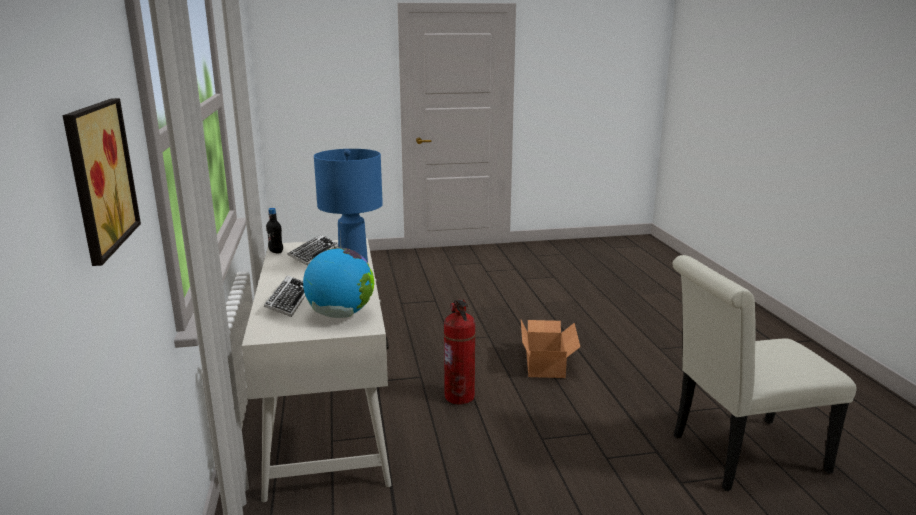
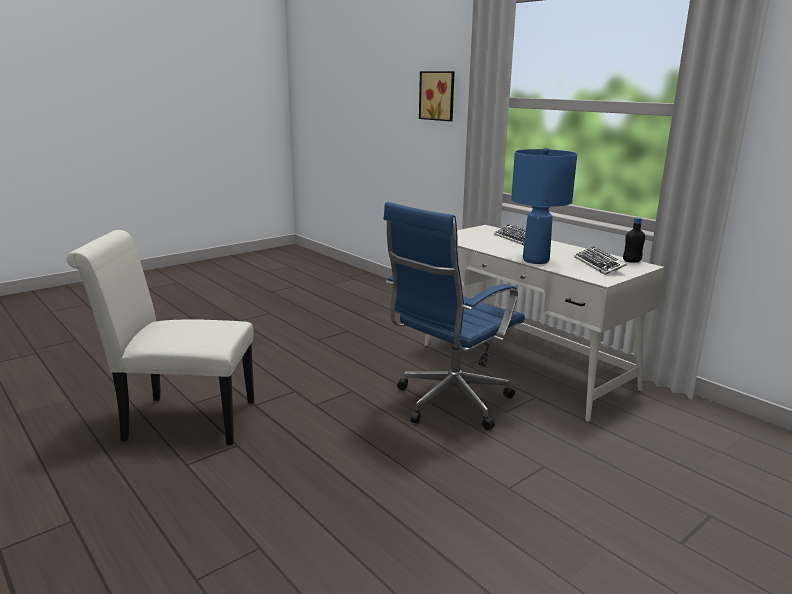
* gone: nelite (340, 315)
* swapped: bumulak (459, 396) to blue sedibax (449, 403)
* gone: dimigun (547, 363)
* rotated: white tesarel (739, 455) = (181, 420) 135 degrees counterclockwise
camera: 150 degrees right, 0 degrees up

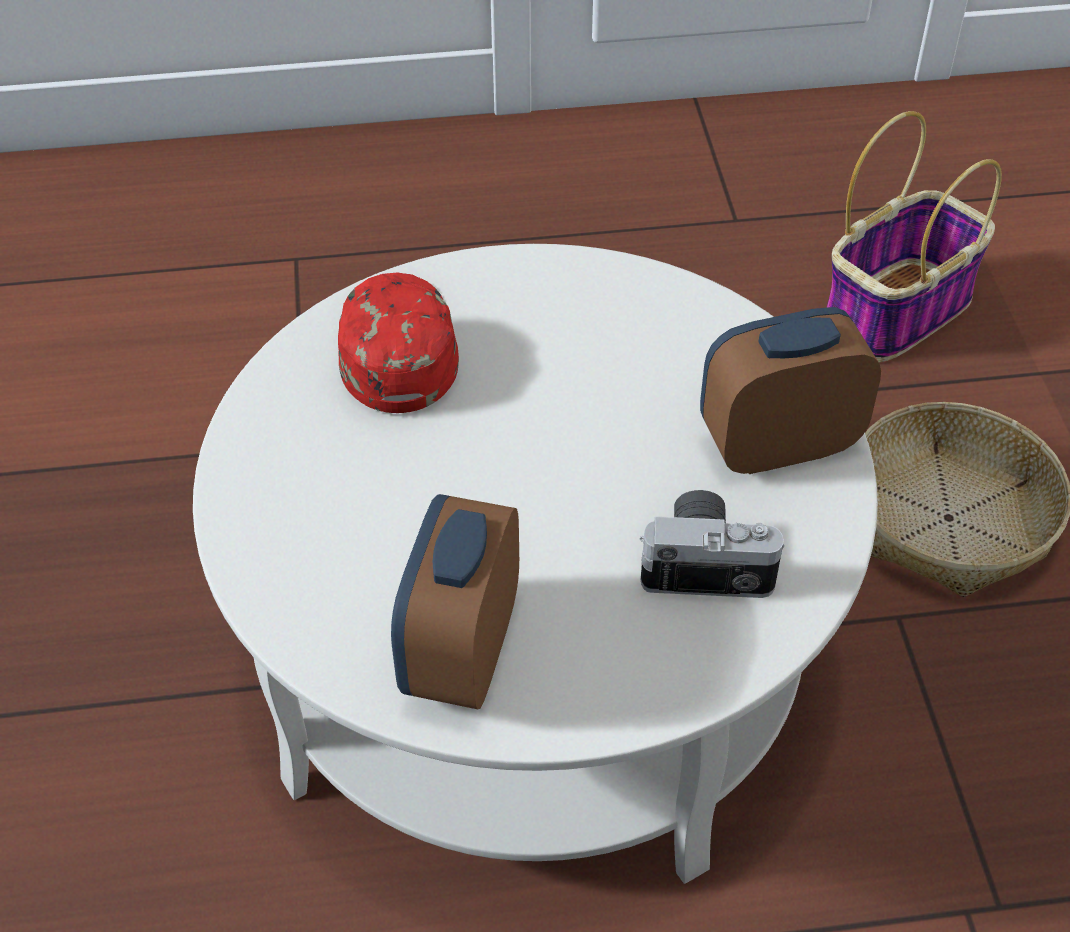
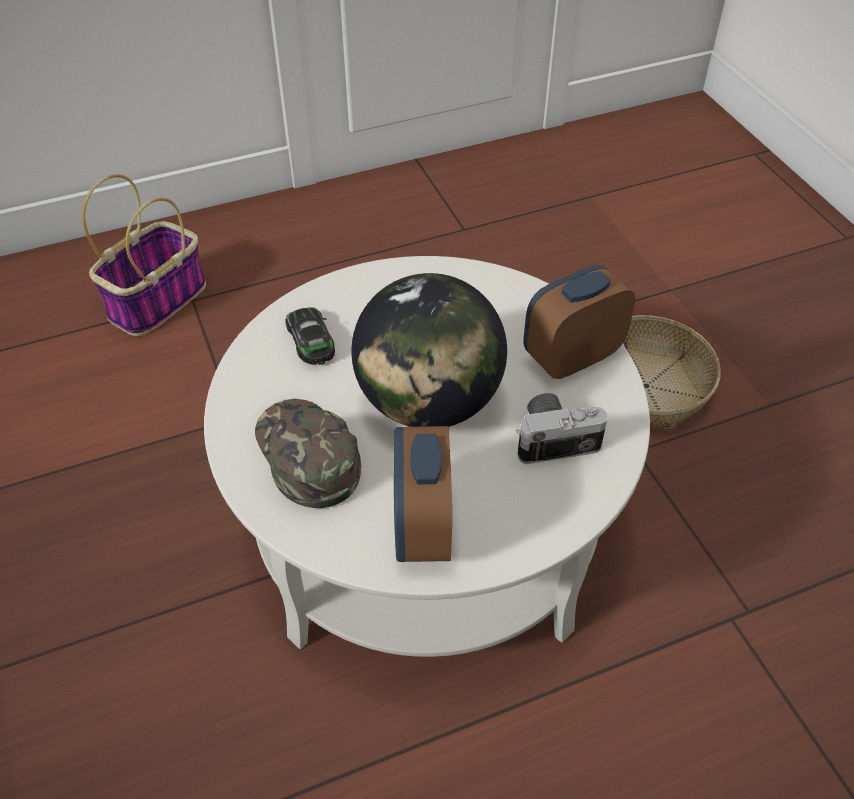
* swapped: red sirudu (395, 346) to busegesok (311, 340)
* shifted: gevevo (897, 310) to (158, 300)
* new: green sirudu (306, 455)
* new: nelite (429, 402)
camera: 15 degrees left, 0 degrees up

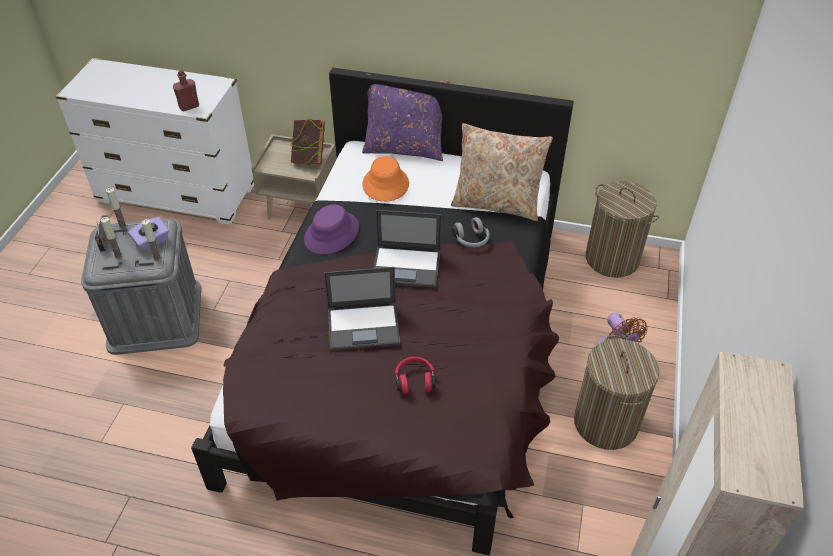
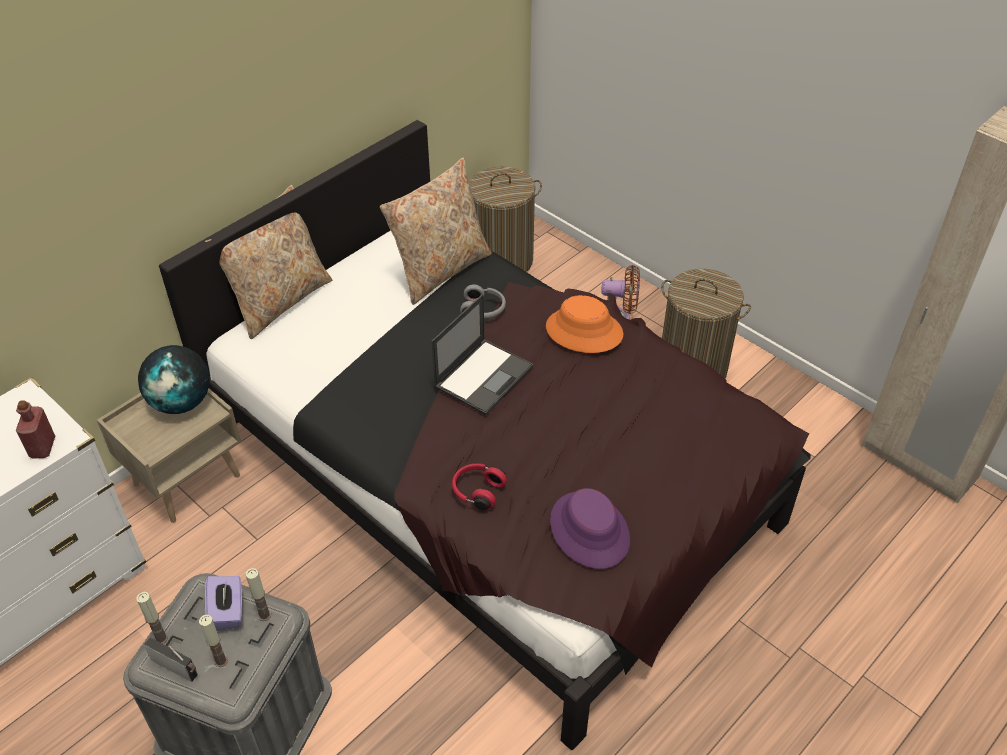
* swapped: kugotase (309, 158) to nelite (181, 402)
* shifted: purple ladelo (332, 234) to (590, 530)
* gone: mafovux (364, 326)
* repainted: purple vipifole (405, 148) to beige vipifole (279, 300)
* shifted: orange ladelo (385, 184) to (584, 331)
* shifted: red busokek (414, 380) to (477, 491)
camera: 60 degrees left, 0 degrees up

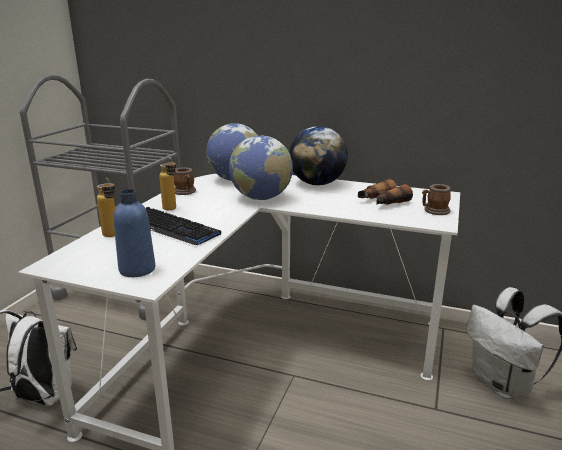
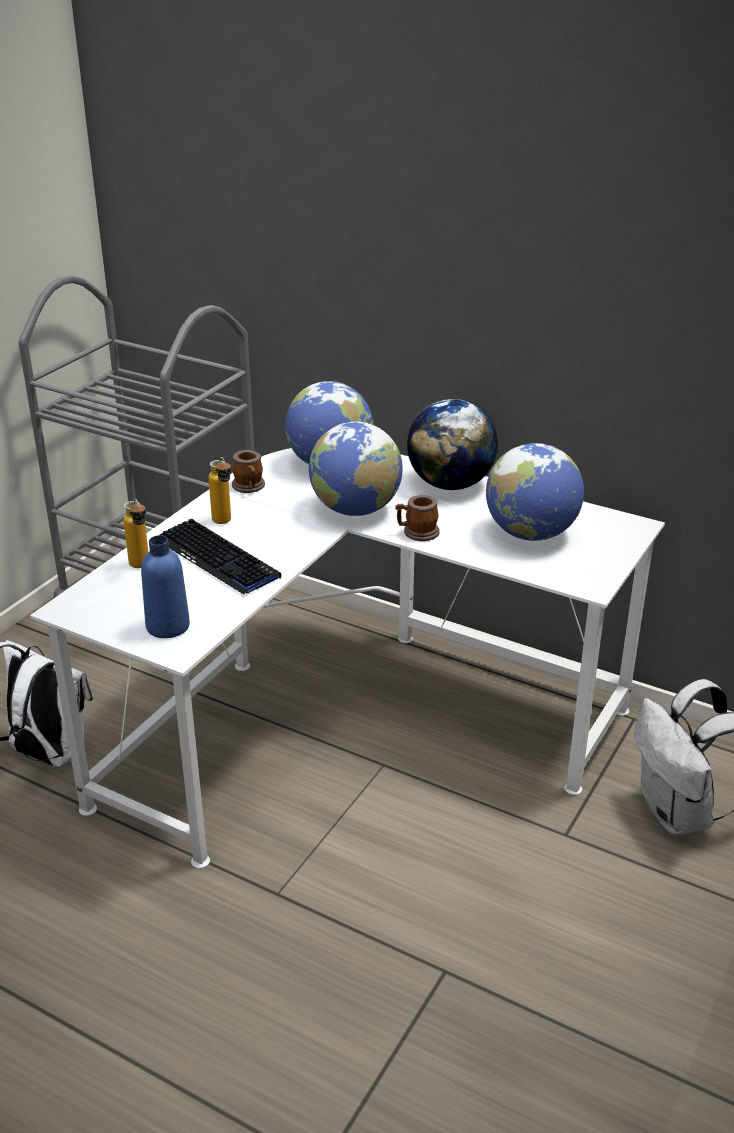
* swapped: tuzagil (382, 202) to nelite (531, 534)
* shifted: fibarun (434, 211) to (417, 532)
camera: 10 degrees right, 10 degrees up

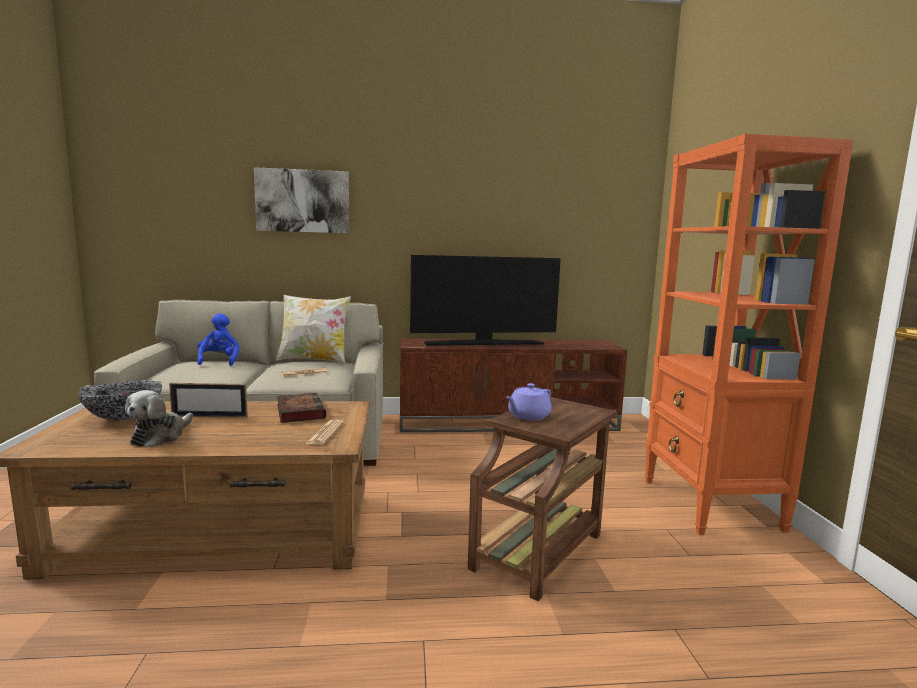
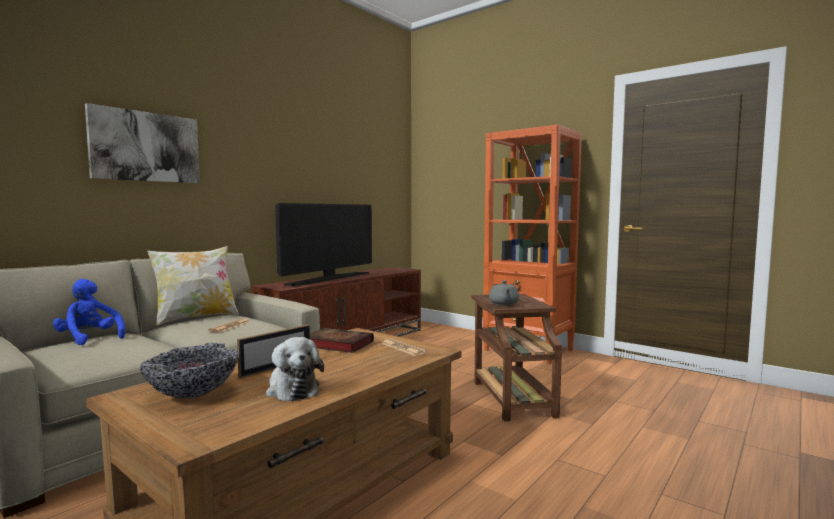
* repainted: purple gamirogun (528, 416) to grey gamirogun (503, 304)
camera: 45 degrees left, 5 degrees down

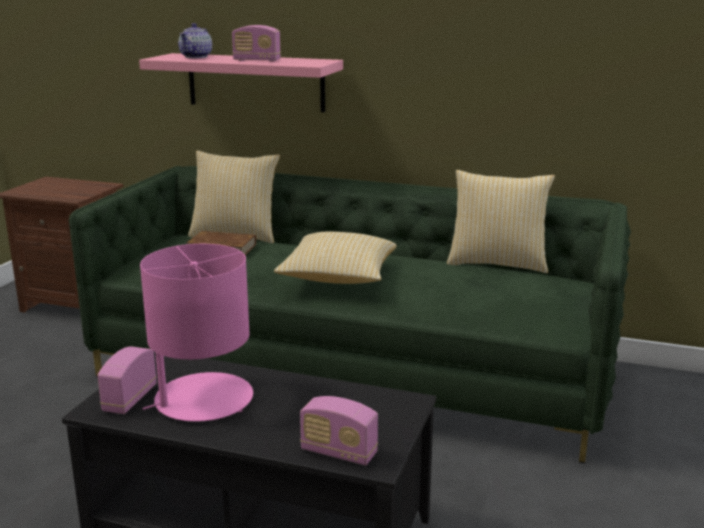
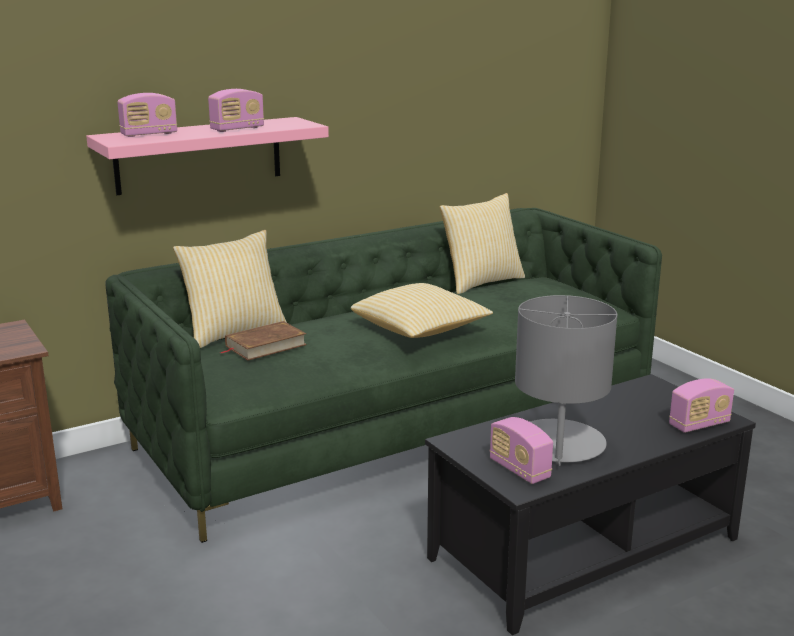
* repainted: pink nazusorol (202, 400) to grey nazusorol (558, 444)
* swapped: gamirogun (196, 56) to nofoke (149, 134)
camera: 50 degrees left, 0 degrees up

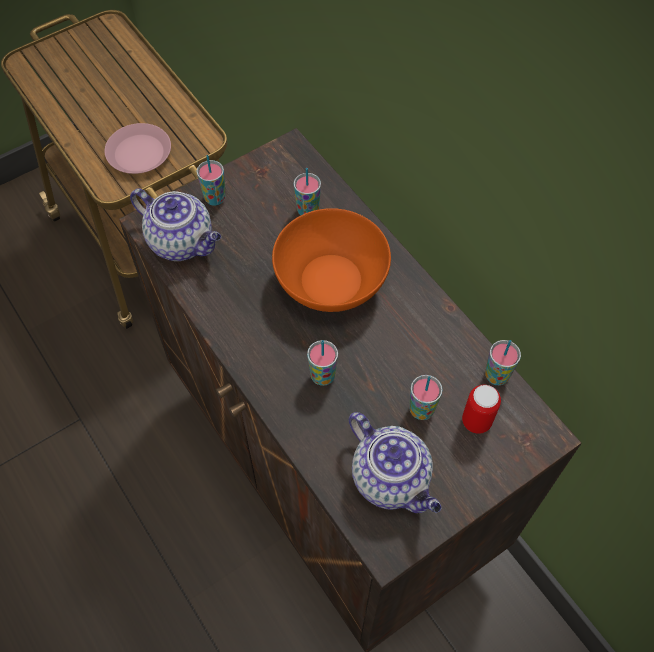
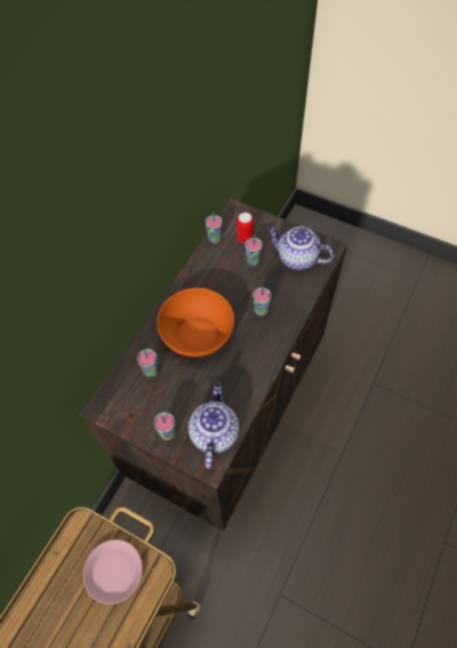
* rotated: gamirogun (392, 479) = (296, 258) 90 degrees counterclockwise
camera: 115 degrees left, 0 degrees up

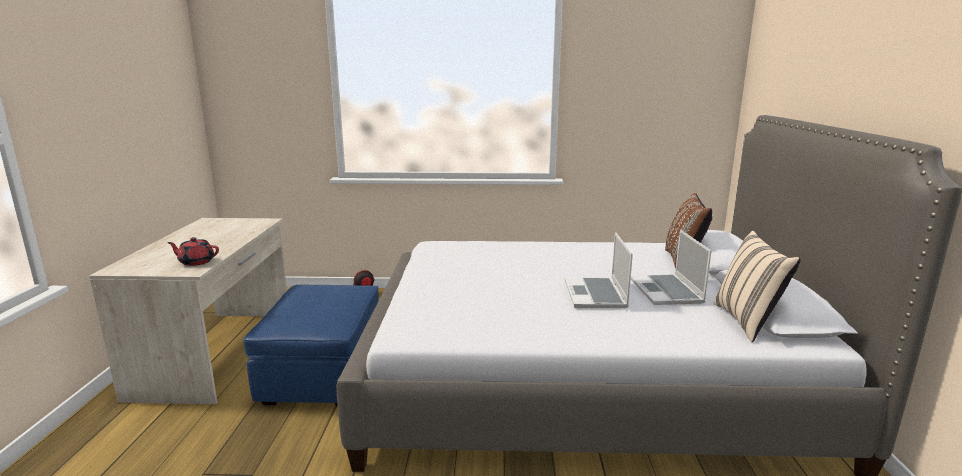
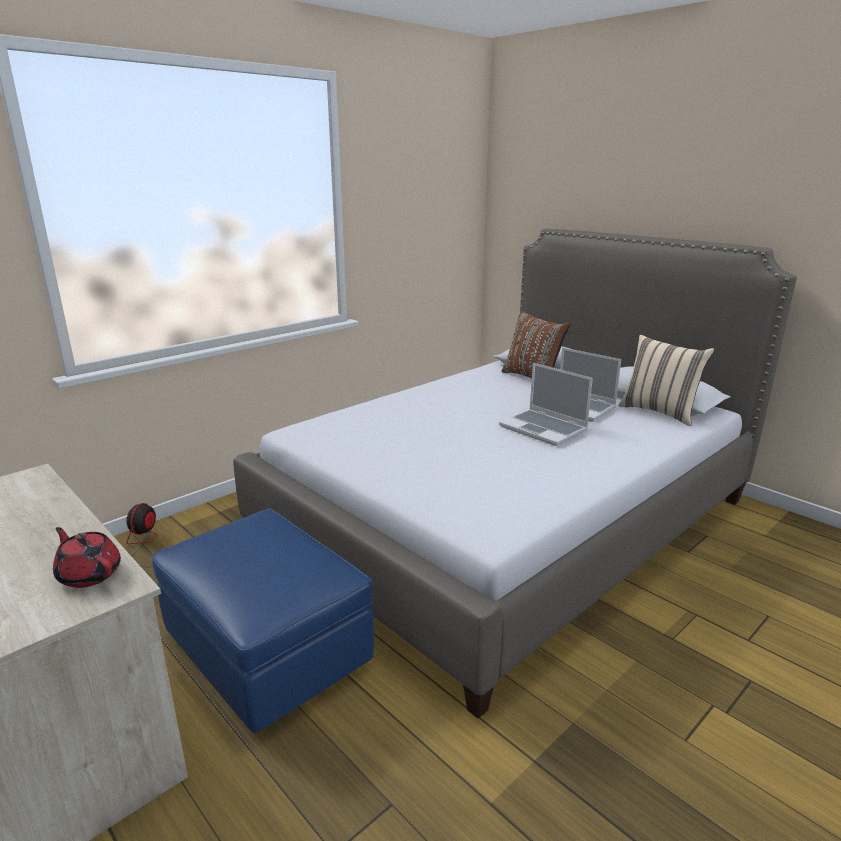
* rotated: red gamirogun (196, 262) = (89, 574) 75 degrees clockwise
camera: 45 degrees left, 5 degrees up

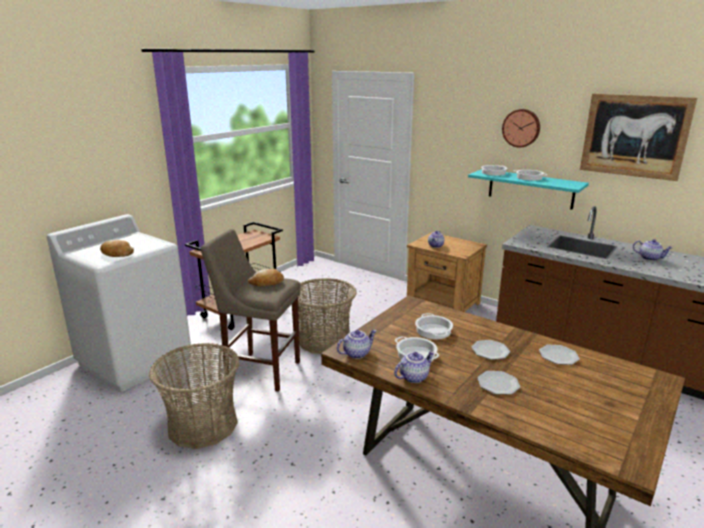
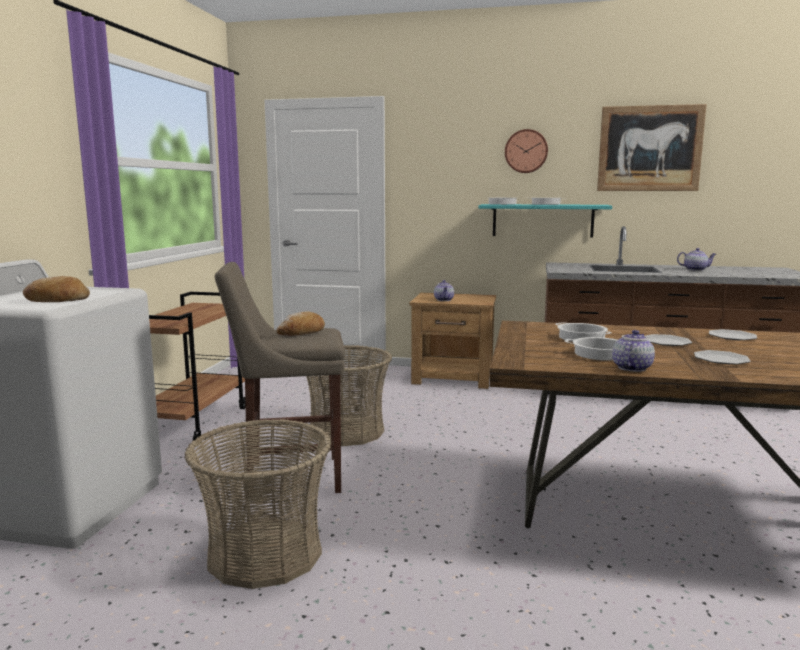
* gone: gamirogun (356, 353)
camera: 25 degrees left, 10 degrees down

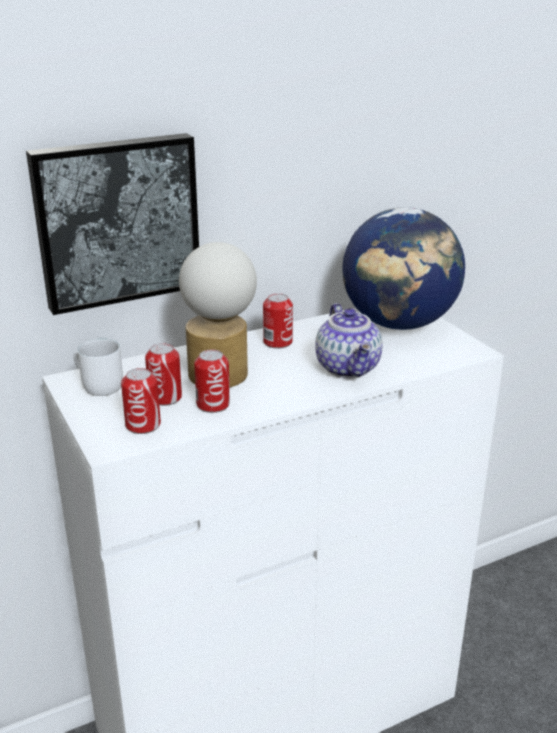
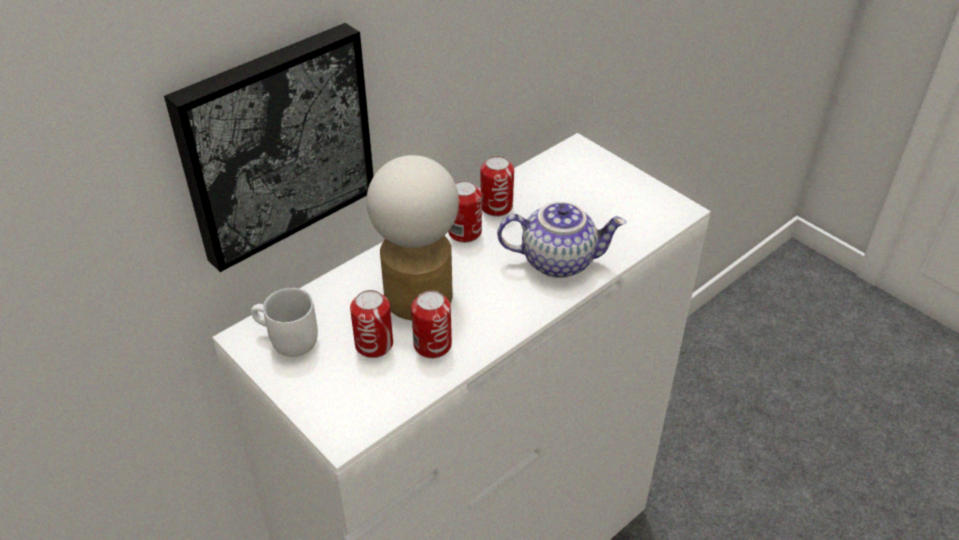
* shifted: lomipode (143, 425) to (496, 206)
* rotated: gamirogun (349, 368) = (558, 260) 60 degrees counterclockwise
* gone: nelite (399, 324)
camera: 15 degrees left, 15 degrees up

